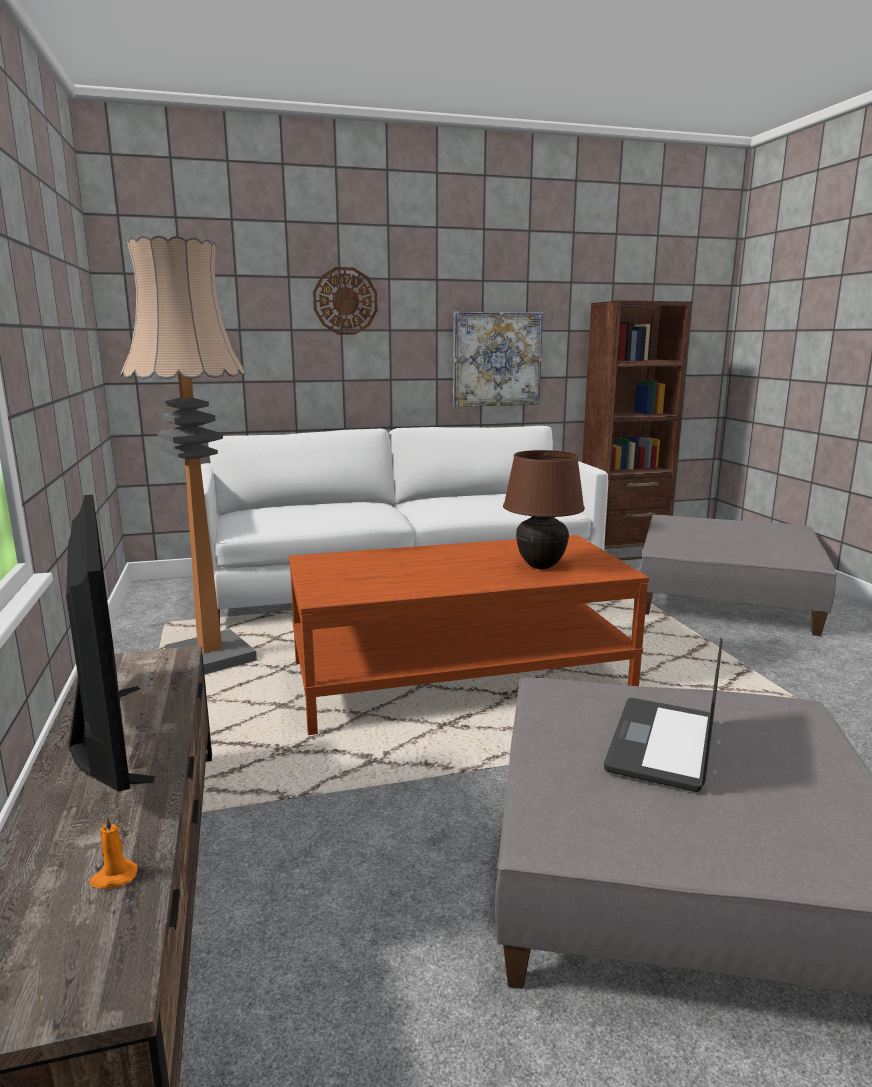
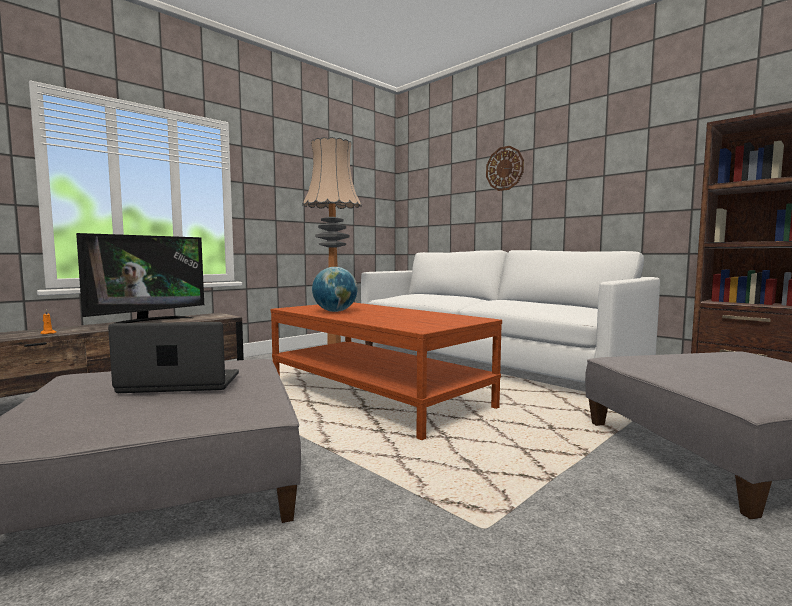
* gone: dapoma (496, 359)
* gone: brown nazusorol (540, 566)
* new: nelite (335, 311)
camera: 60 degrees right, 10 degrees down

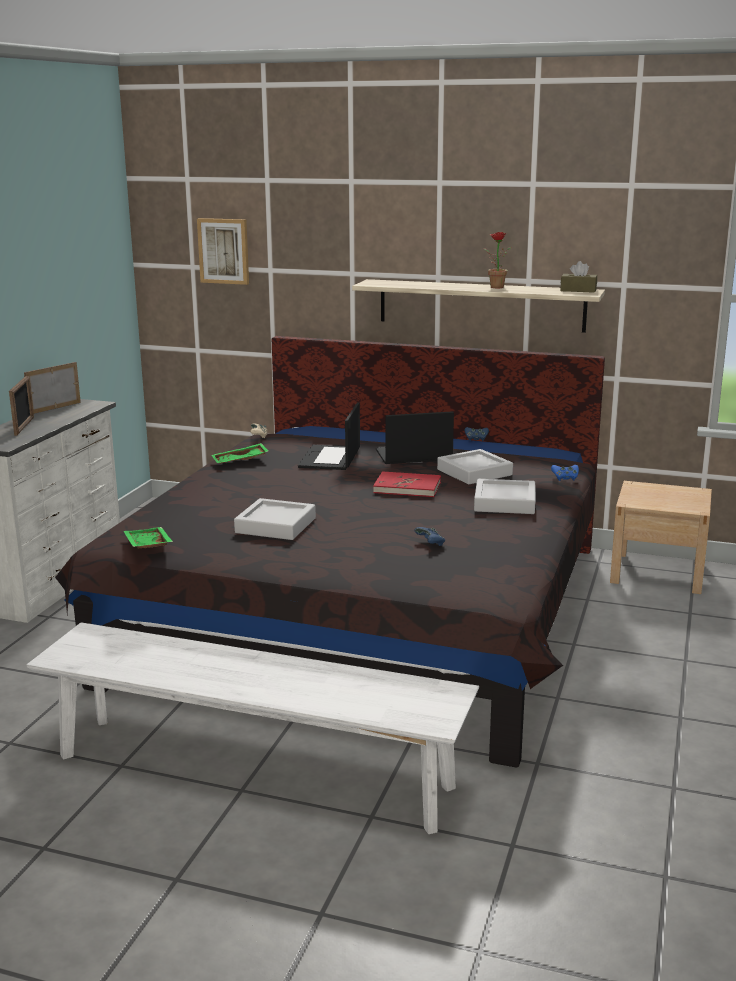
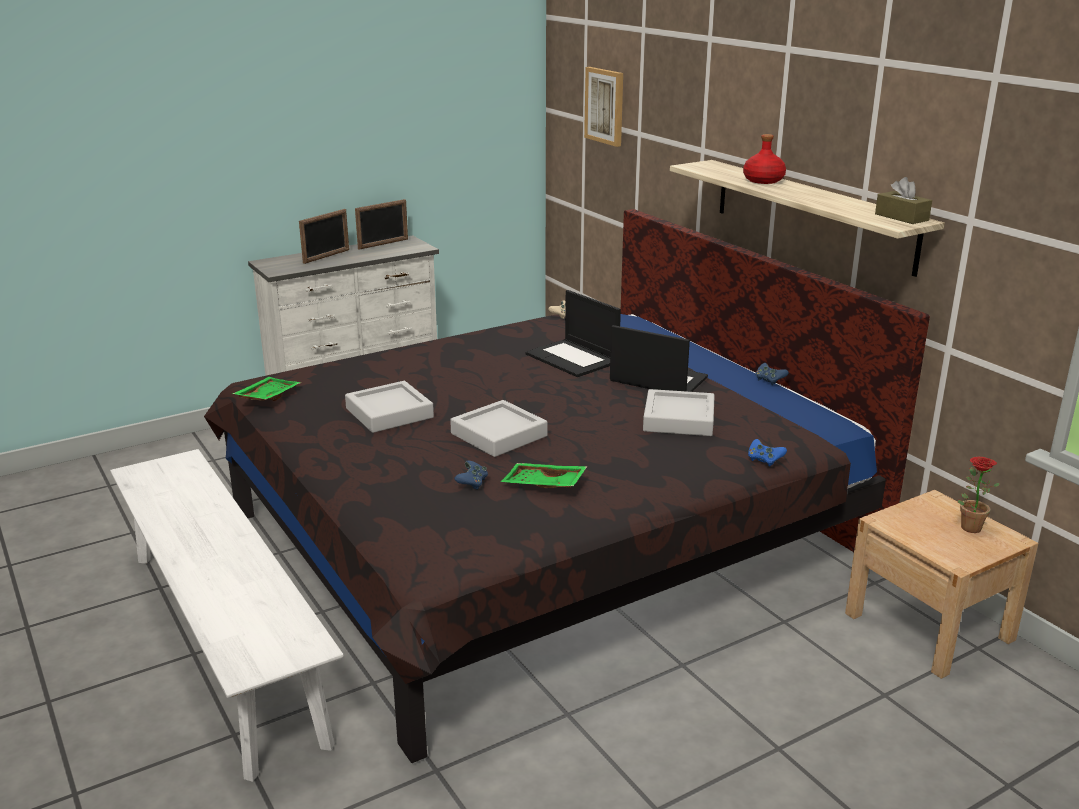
* rotated: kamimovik (54, 408) = (383, 244) 150 degrees clockwise
* shifted: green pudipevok (240, 461) to (543, 485)
* rotated: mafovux (330, 458) = (573, 358) 90 degrees counterclockwise
* gone: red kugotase (407, 487)
* shifted: grey pudipevok (504, 502) to (499, 435)
* shifted: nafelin (494, 287) to (968, 526)
* new: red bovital (764, 180)
camera: 40 degrees right, 5 degrees up

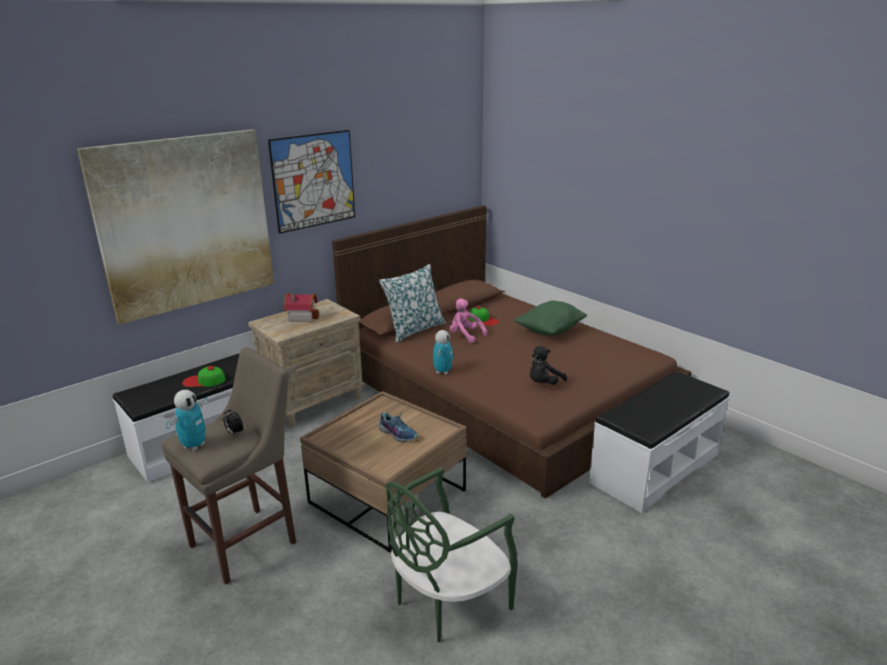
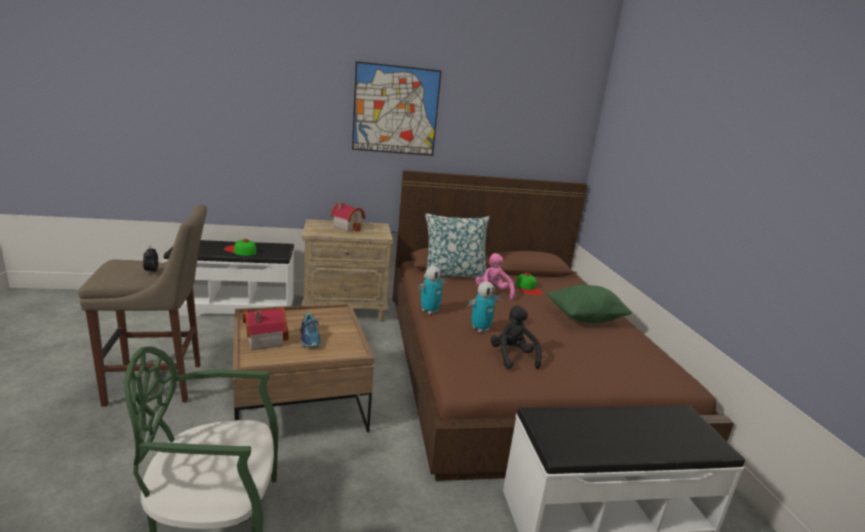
* gone: dapoma (185, 223)
* shifted: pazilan (194, 445) to (480, 329)
* rotated: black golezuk (544, 384) = (512, 357) 90 degrees clockwise
* new: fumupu (263, 340)
camera: 30 degrees right, 5 degrees down

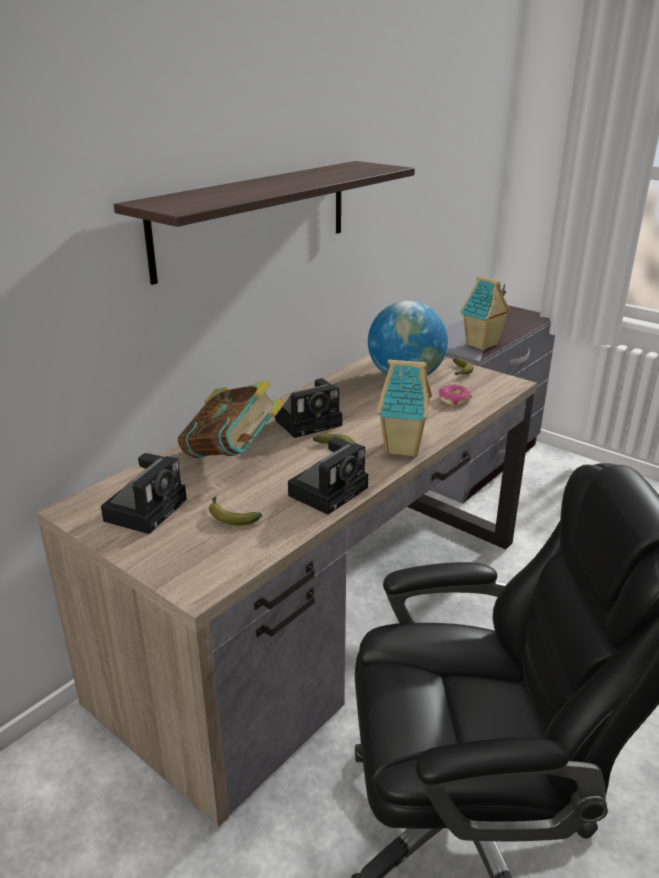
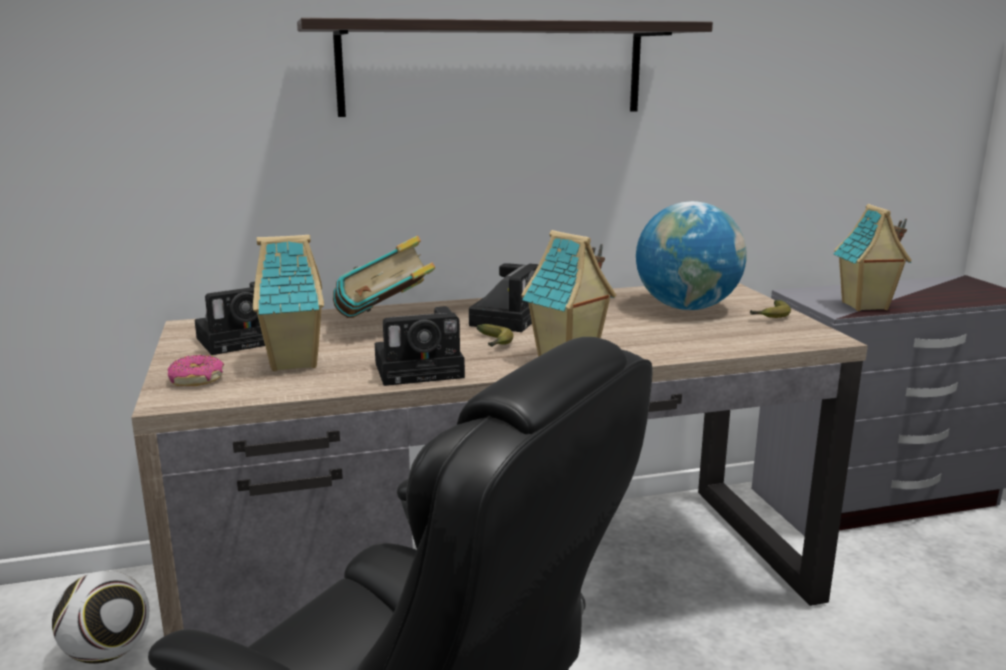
* swapped: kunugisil (230, 516) to fumupu (296, 362)
* rotated: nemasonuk (310, 422) = (507, 318) 75 degrees counterclockwise
* shifted: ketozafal (454, 400) to (197, 380)
* new: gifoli (108, 652)
camera: 35 degrees right, 10 degrees down

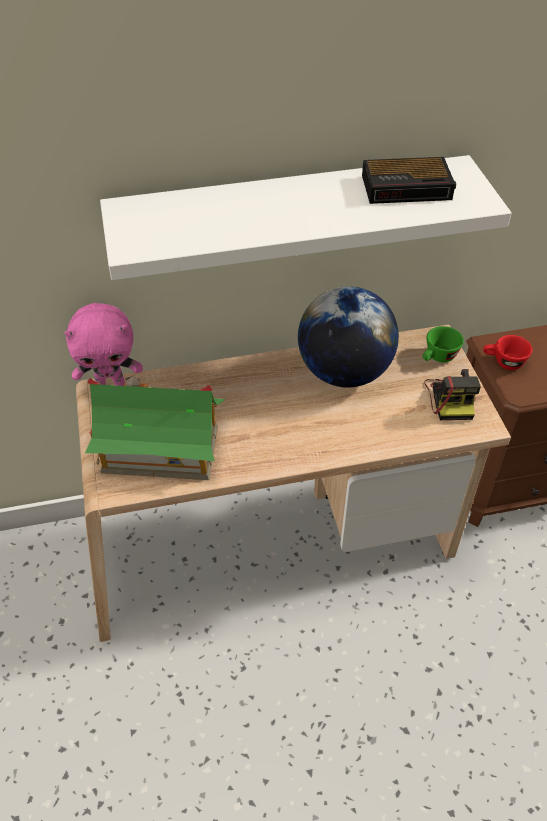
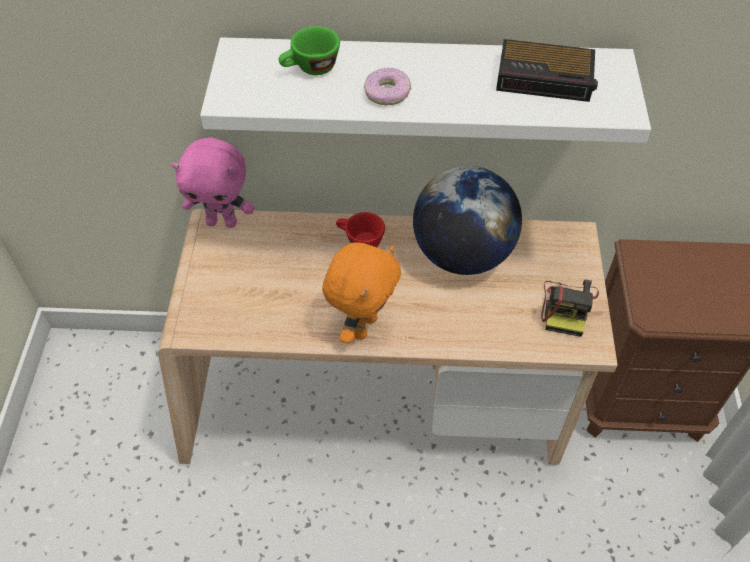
* gone: fumupu (159, 448)
* shifted: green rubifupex (438, 358) to (310, 69)
* shifted: red rubifupex (503, 362) to (359, 241)
* new: orange golezuk (362, 326)
* new: ketozafal (387, 93)
camera: 15 degrees right, 5 degrees up

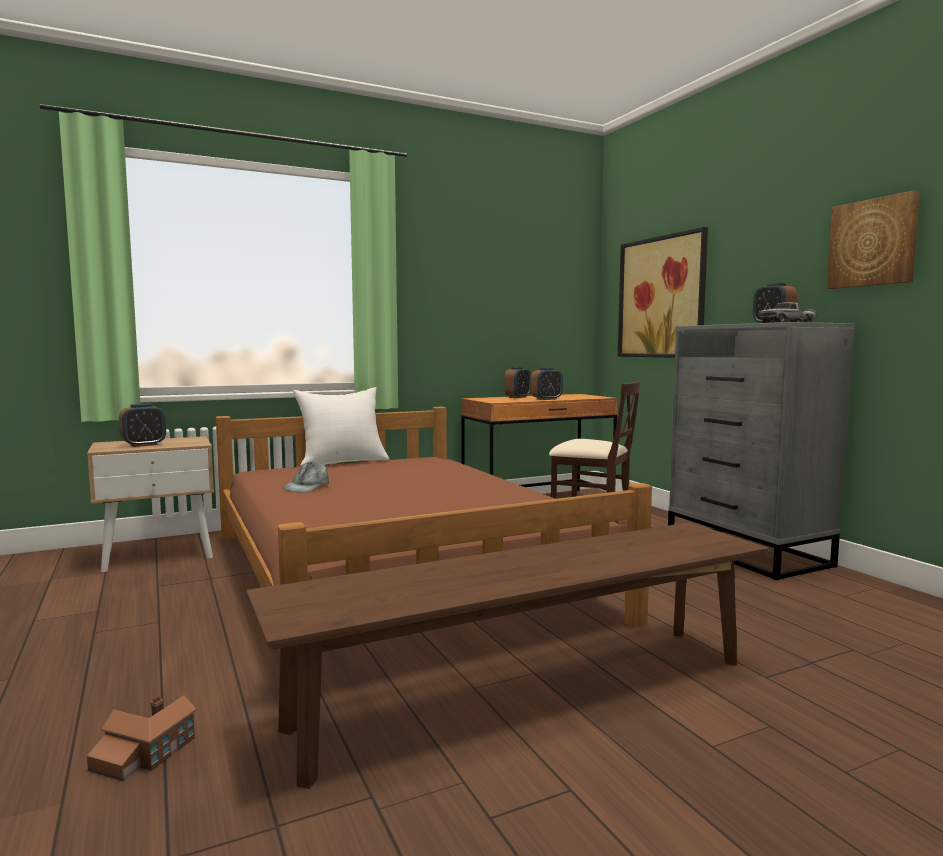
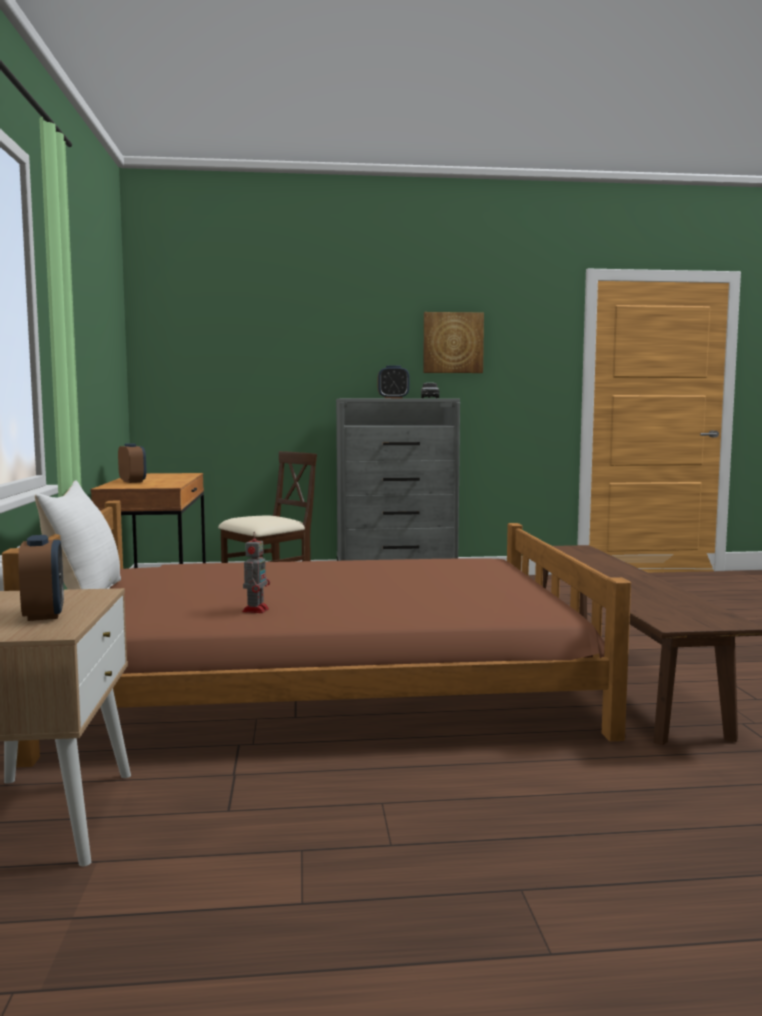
* gone: fumupu (144, 754)
* swapped: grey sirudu (307, 486) to pazilan (256, 610)
* gone: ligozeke (546, 399)
* gone: dapoma (661, 297)
camera: 70 degrees left, 0 degrees up

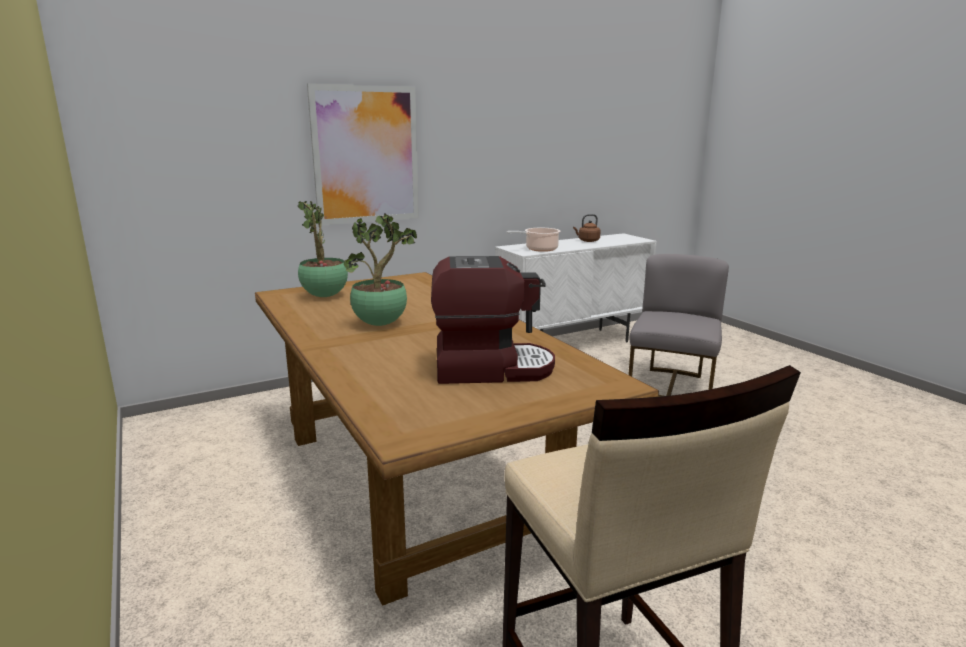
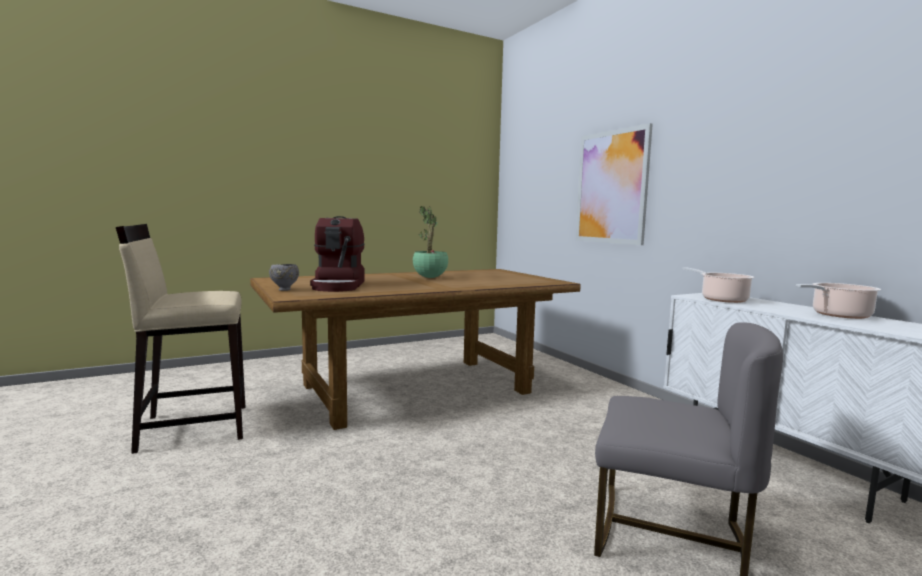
* gone: nafelin (324, 296)
* swapped: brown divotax (587, 241) to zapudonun (838, 315)
* new: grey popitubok (284, 289)
camera: 90 degrees right, 10 degrees down

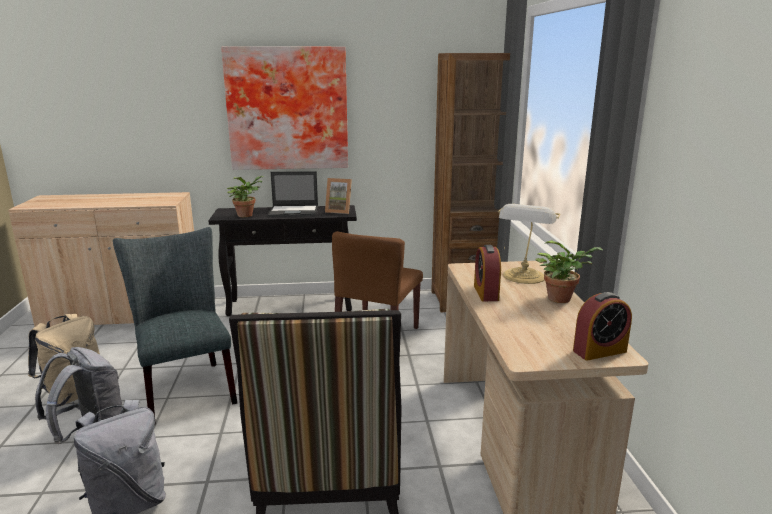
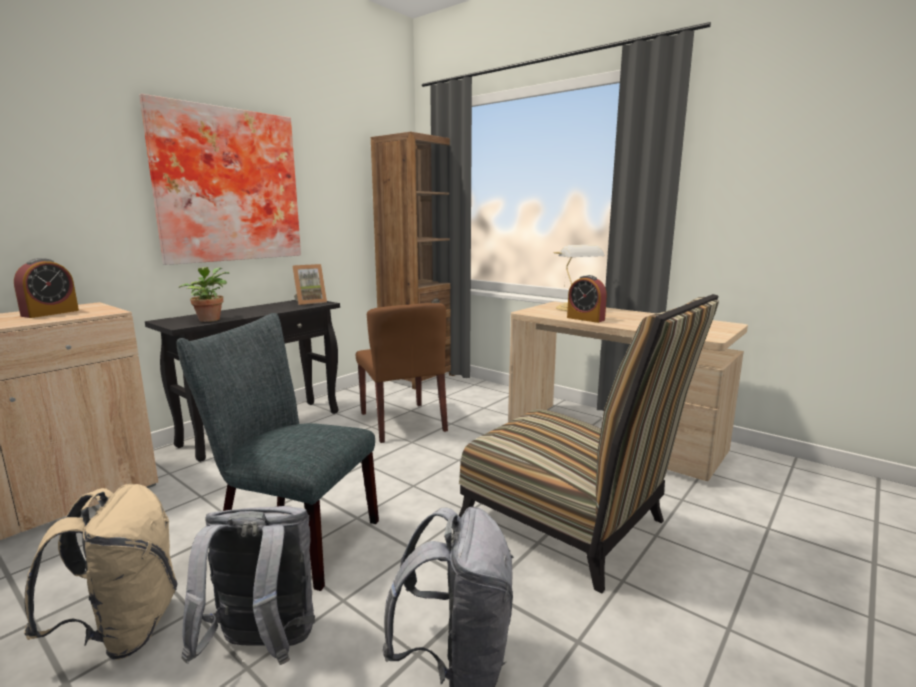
* gone: mafovux (294, 211)
* gone: nafelin (562, 298)
* shifted: ligozeke (599, 351) to (50, 313)
camera: 45 degrees left, 5 degrees down

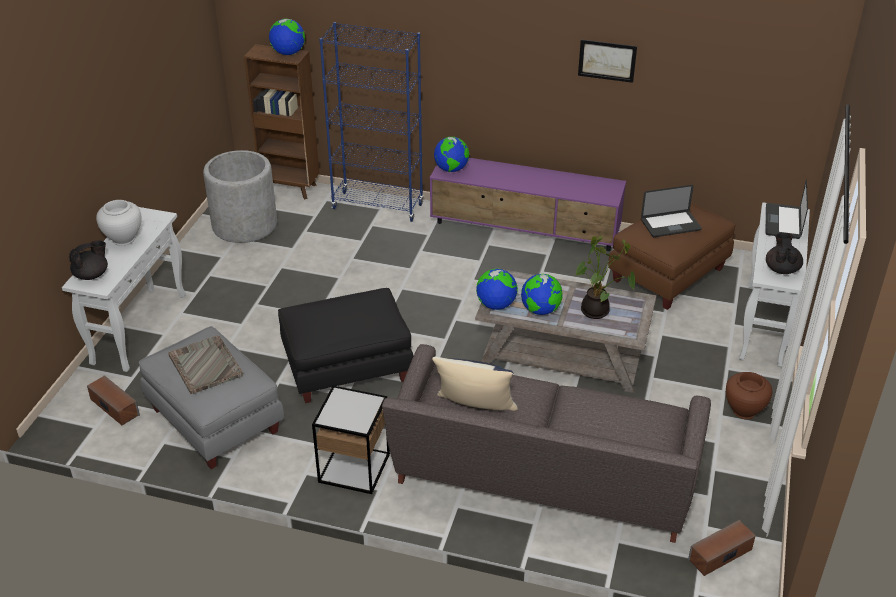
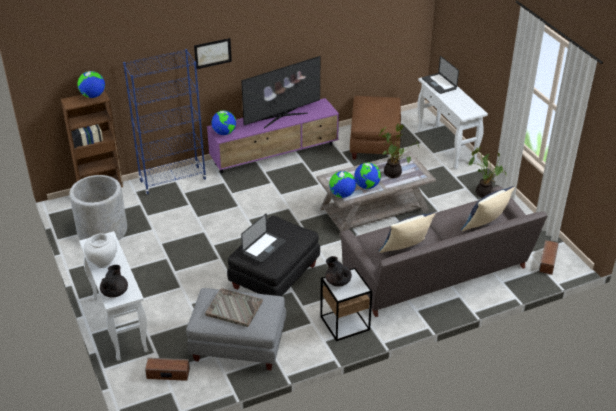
* shifted: dapoma (607, 60) to (212, 53)
* shifted: mafovux (670, 225) to (264, 248)
* swapped: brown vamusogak (744, 411) to nafelin (484, 192)
* shifted: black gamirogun (781, 269) to (337, 281)
* new: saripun (281, 117)
* new: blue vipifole (485, 226)
camera: 40 degrees left, 0 degrees up

